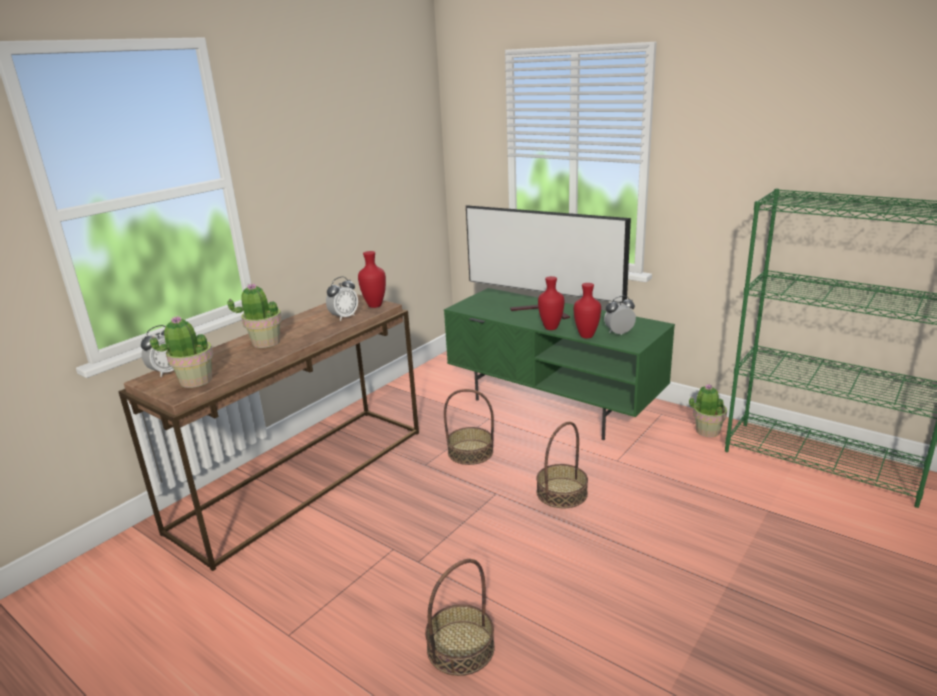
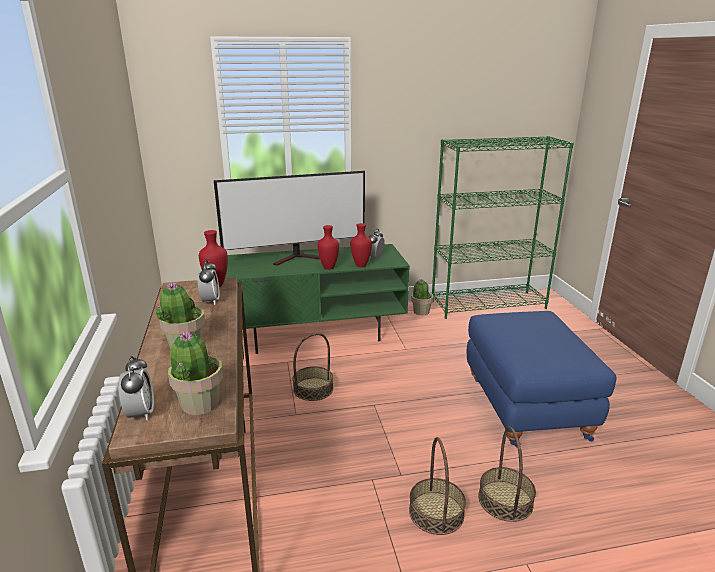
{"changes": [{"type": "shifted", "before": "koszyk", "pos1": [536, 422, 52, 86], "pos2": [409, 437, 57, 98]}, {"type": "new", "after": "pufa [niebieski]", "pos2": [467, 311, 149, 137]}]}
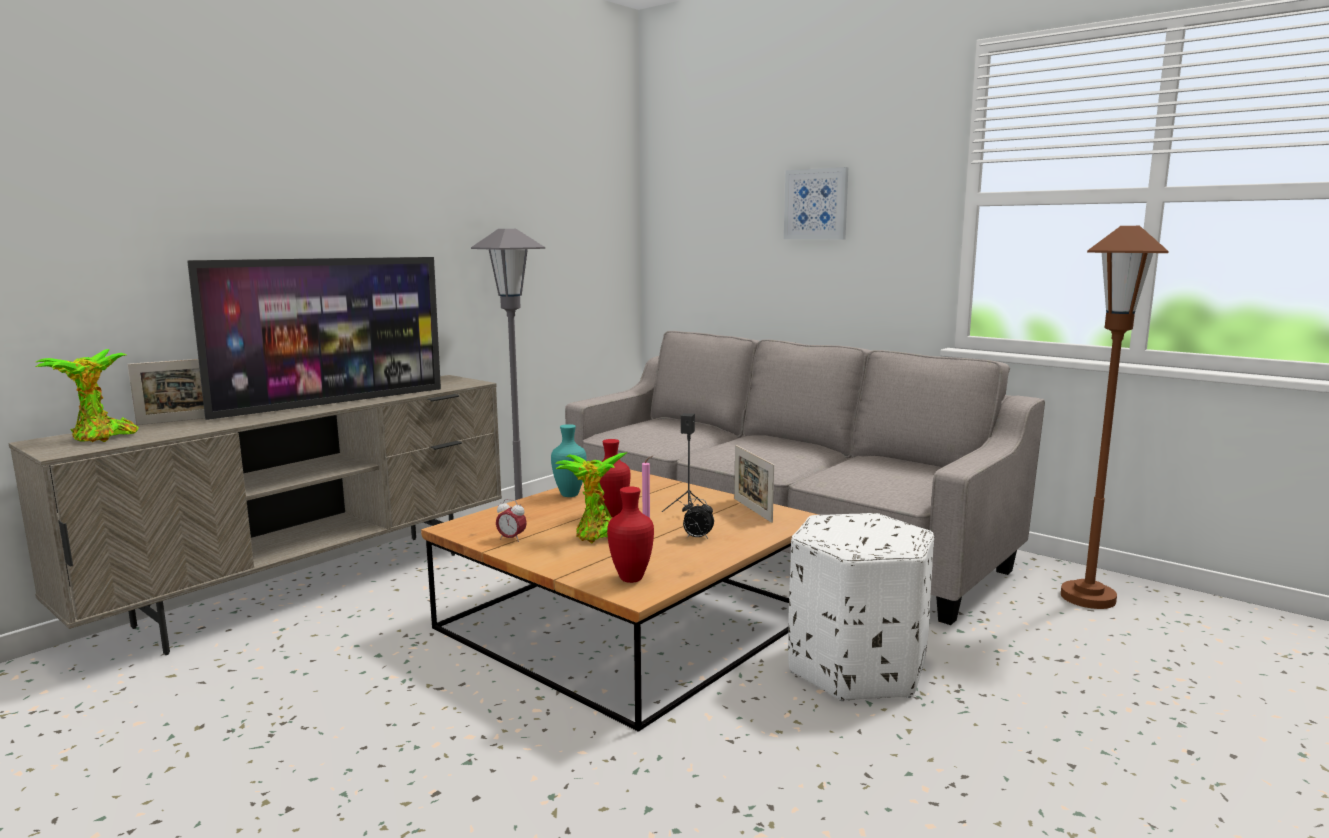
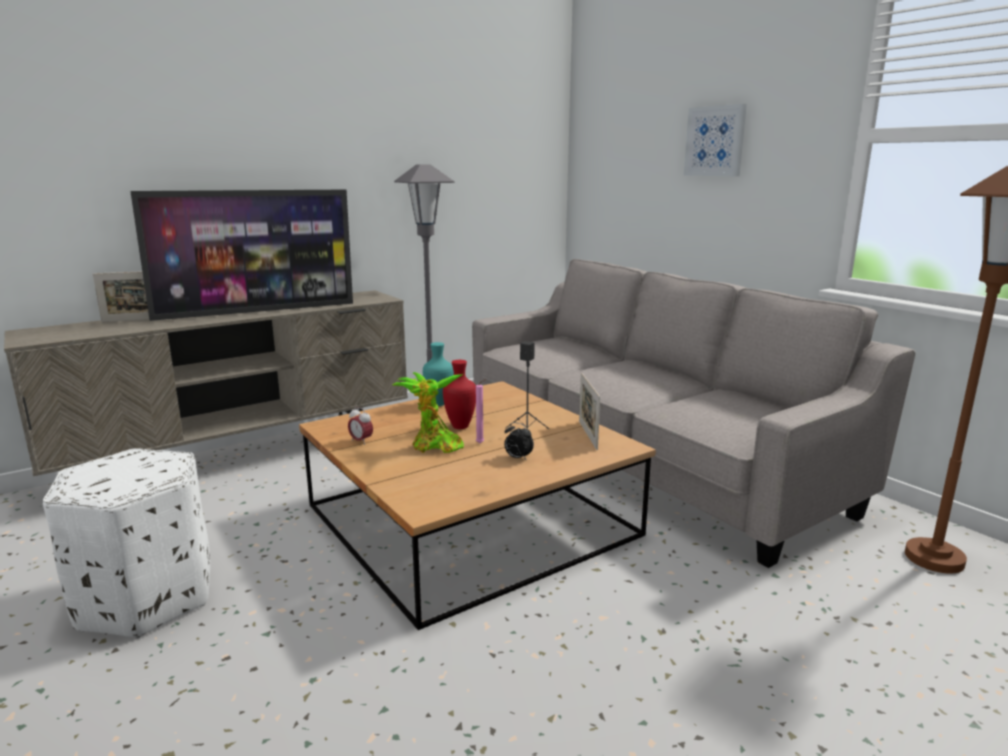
{"changes": [{"type": "shifted", "before": "pufa [biały]", "pos1": [788, 513, 146, 188], "pos2": [43, 448, 167, 190]}, {"type": "gone", "before": "roślina doniczkowa", "pos1": [36, 349, 103, 93]}, {"type": "gone", "before": "wazon [czerwony]", "pos1": [607, 487, 47, 96]}]}
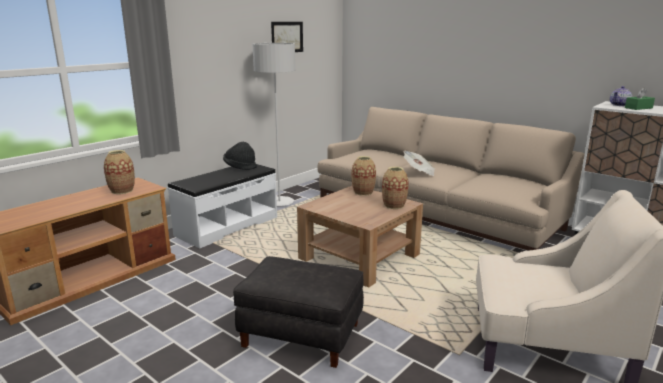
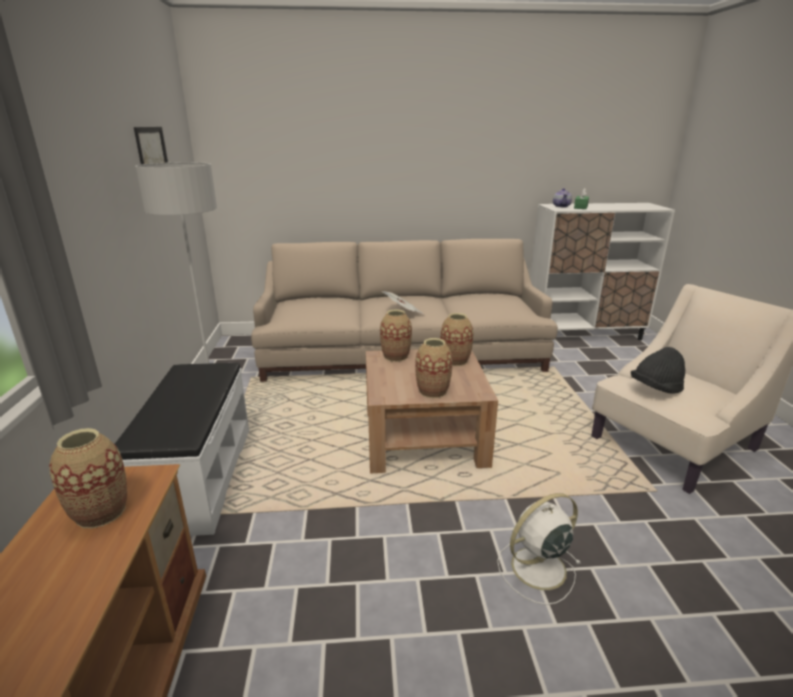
{"changes": [{"type": "new", "after": "wazon", "pos2": [415, 338, 38, 60]}, {"type": "swapped", "before": "pufa [czarny]", "after": "wentylator [biały]", "pos1": [233, 256, 131, 112], "pos2": [497, 493, 84, 112]}, {"type": "shifted", "before": "kapelusz [czarny]", "pos1": [223, 142, 34, 28], "pos2": [631, 347, 54, 47]}]}
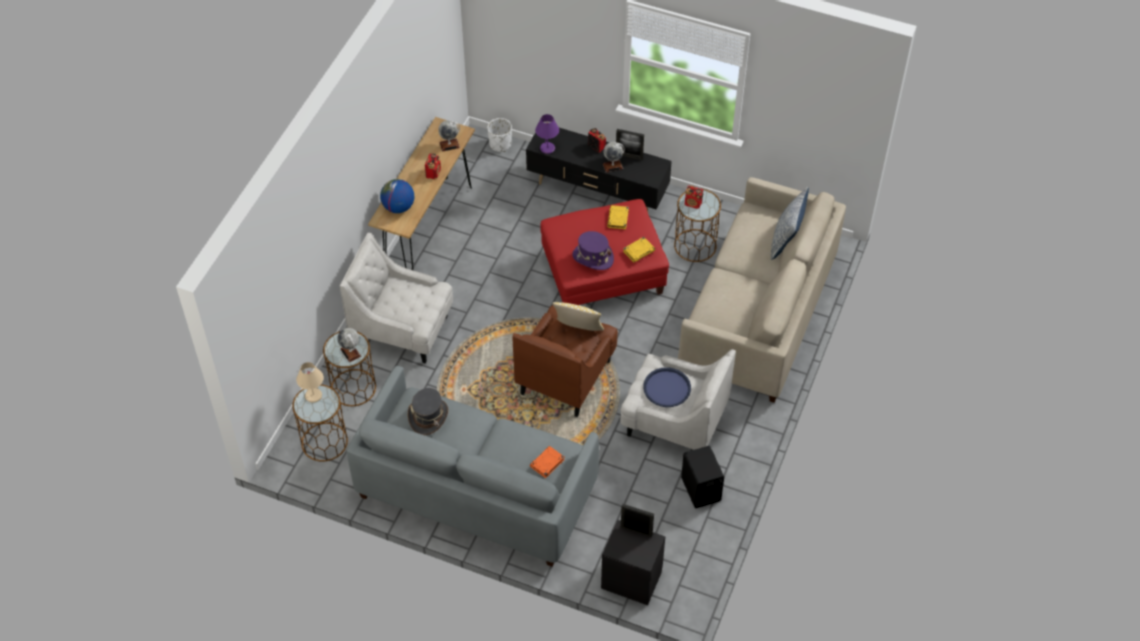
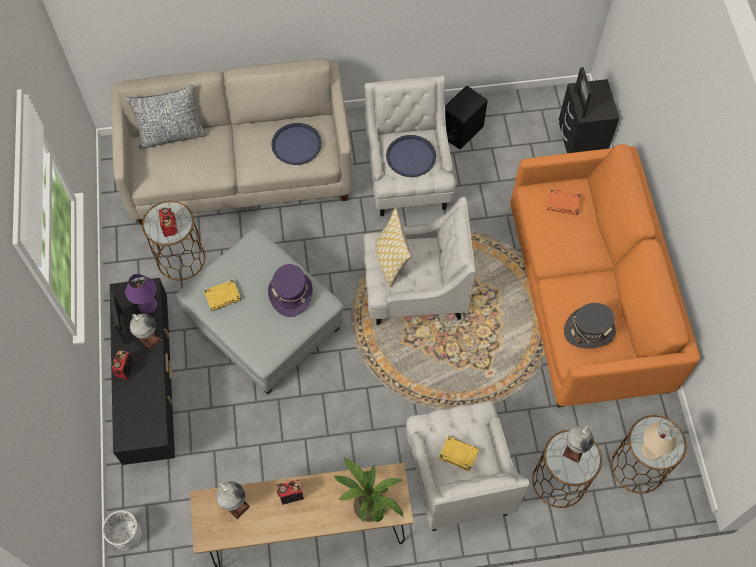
{"changes": [{"type": "shifted", "before": "lampa stołowa [fioletowy]", "pos1": [535, 114, 24, 40], "pos2": [126, 274, 32, 40]}, {"type": "repainted", "before": "pufa [czerwony]", "after": "pufa [szary]", "pos1": [540, 199, 129, 106], "pos2": [176, 228, 168, 167]}, {"type": "new", "after": "taca [niebieski]", "pos2": [271, 123, 51, 42]}, {"type": "swapped", "before": "globus", "after": "roślina doniczkowa", "pos1": [380, 179, 34, 34], "pos2": [334, 458, 70, 65]}, {"type": "repainted", "before": "fotel [brązowy]", "after": "fotel [biały]", "pos1": [512, 305, 106, 112], "pos2": [364, 197, 112, 128]}, {"type": "shifted", "before": "książka [żółty]", "pos1": [623, 237, 32, 25], "pos2": [439, 436, 40, 36]}, {"type": "repainted", "before": "kanapa [szary]", "after": "kanapa [pomarańczowy]", "pos1": [347, 366, 252, 201], "pos2": [511, 144, 189, 263]}]}
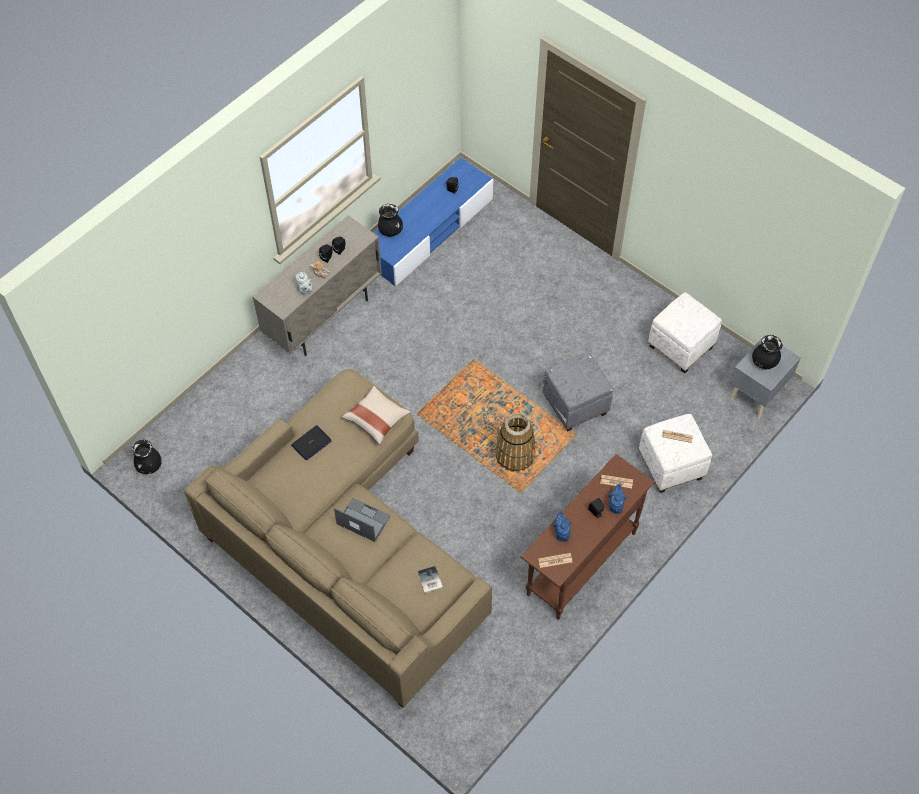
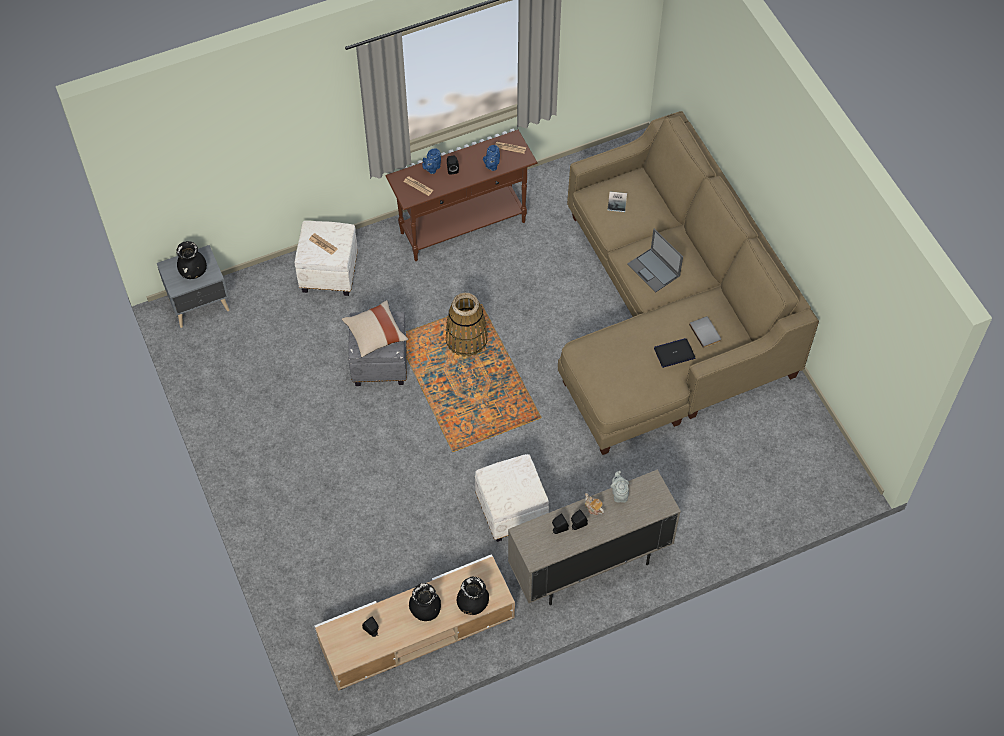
{"changes": [{"type": "repainted", "before": "szafka pod telewizor [niebieski]", "after": "szafka pod telewizor [beżowy]", "pos1": [374, 158, 120, 128], "pos2": [315, 554, 200, 137]}, {"type": "shifted", "before": "poduszka [beżowy]", "pos1": [342, 386, 69, 59], "pos2": [342, 300, 66, 57]}, {"type": "shifted", "before": "wazon [czarny]", "pos1": [132, 440, 30, 34], "pos2": [409, 583, 32, 38]}, {"type": "shifted", "before": "pufa [biały]", "pos1": [648, 292, 74, 81], "pos2": [475, 454, 74, 88]}, {"type": "new", "after": "książka [szary]", "pos2": [689, 316, 32, 32]}]}
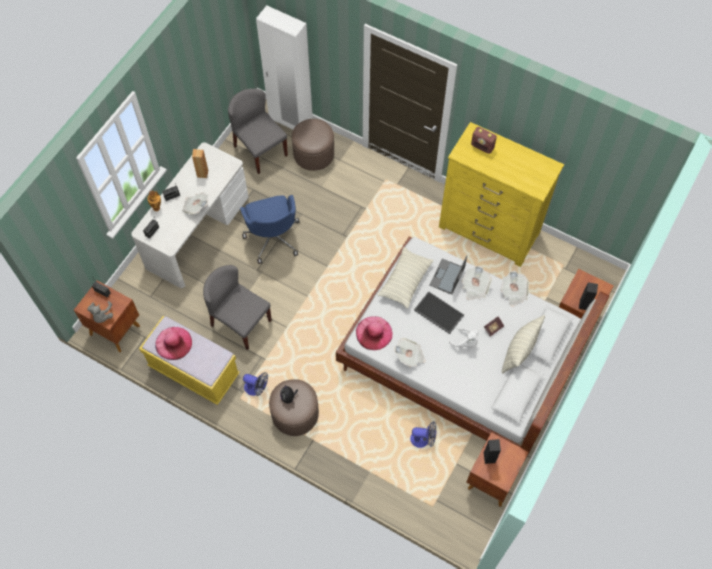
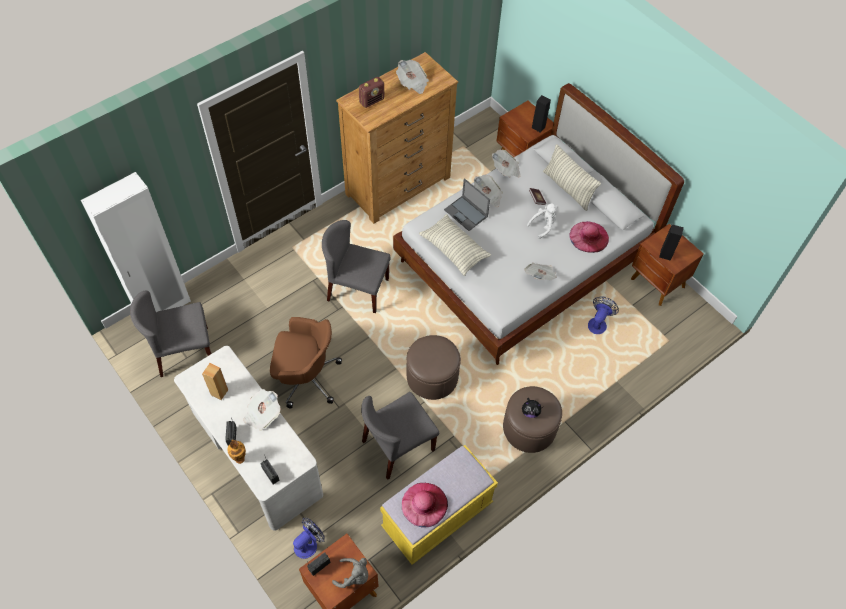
{"changes": [{"type": "repainted", "before": "krzesło biurowe [niebieski]", "after": "krzesło biurowe [brązowy]", "pos1": [240, 195, 60, 69], "pos2": [270, 317, 72, 91]}, {"type": "shifted", "before": "wentylator", "pos1": [243, 372, 25, 24], "pos2": [293, 518, 32, 41]}, {"type": "new", "after": "krzesło [szary]", "pos2": [322, 220, 69, 93]}, {"type": "repainted", "before": "komoda [żółty]", "after": "komoda [brązowy]", "pos1": [439, 122, 125, 145], "pos2": [336, 52, 122, 172]}, {"type": "new", "after": "gazeta", "pos2": [396, 60, 33, 34]}, {"type": "shifted", "before": "pufa [brązowy]", "pos1": [292, 119, 42, 52], "pos2": [406, 335, 55, 65]}, {"type": "shifted", "before": "kapelusz [różowy]", "pos1": [356, 317, 37, 33], "pos2": [570, 221, 39, 32]}, {"type": "gone", "before": "taca", "pos1": [414, 291, 50, 43]}]}
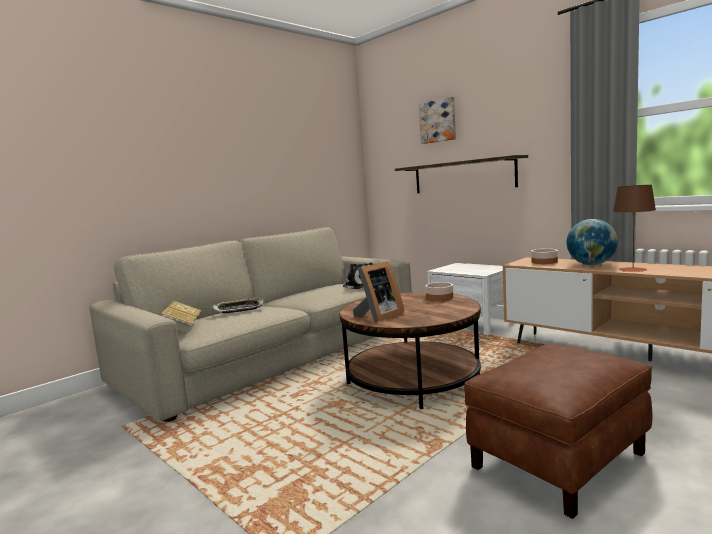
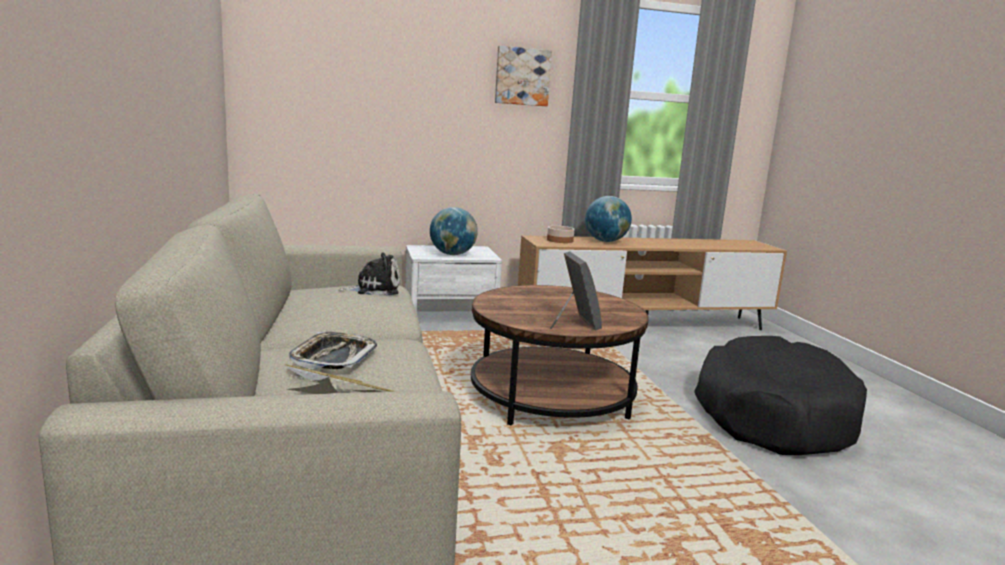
{"changes": [{"type": "new", "after": "globus", "pos2": [430, 207, 48, 48]}, {"type": "shifted", "before": "obraz", "pos1": [419, 96, 37, 48], "pos2": [495, 46, 57, 60]}, {"type": "swapped", "before": "pufa [brązowy]", "after": "legowisko [czarny]", "pos1": [464, 343, 188, 176], "pos2": [694, 336, 173, 119]}, {"type": "gone", "before": "półka", "pos1": [395, 155, 133, 38]}, {"type": "gone", "before": "miska", "pos1": [426, 282, 27, 19]}, {"type": "gone", "before": "lampa stołowa [brązowy]", "pos1": [613, 185, 43, 87]}]}
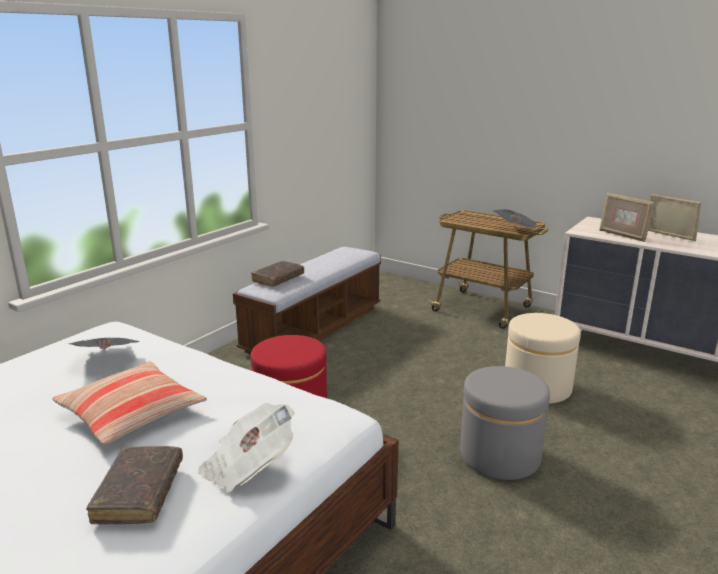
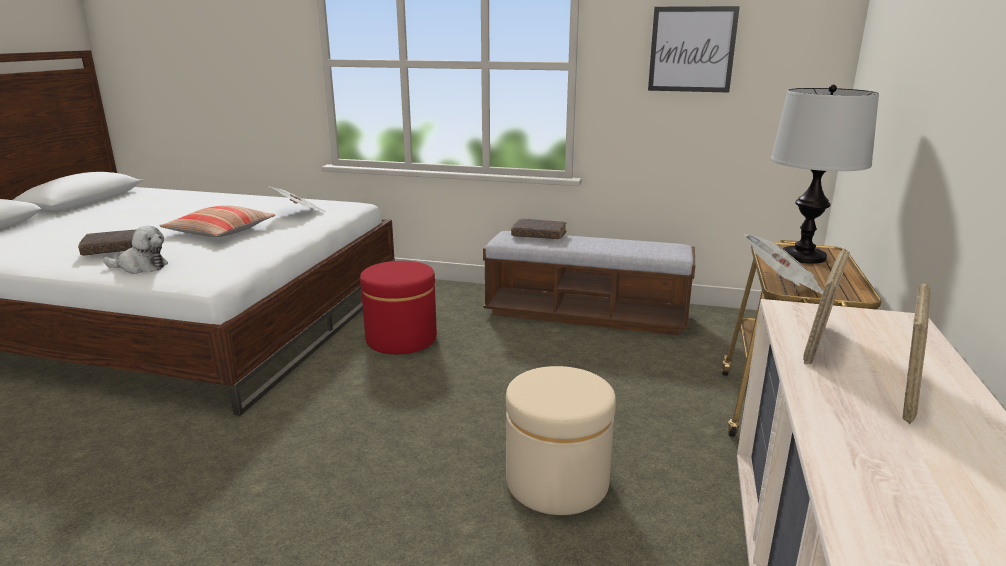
{"changes": [{"type": "swapped", "before": "gazeta", "after": "pluszak", "pos1": [198, 403, 97, 89], "pos2": [103, 226, 65, 48]}, {"type": "new", "after": "obraz", "pos2": [648, 6, 92, 87]}, {"type": "new", "after": "lampa stołowa", "pos2": [771, 85, 108, 179]}, {"type": "gone", "before": "pufa [szary]", "pos1": [460, 366, 90, 114]}]}
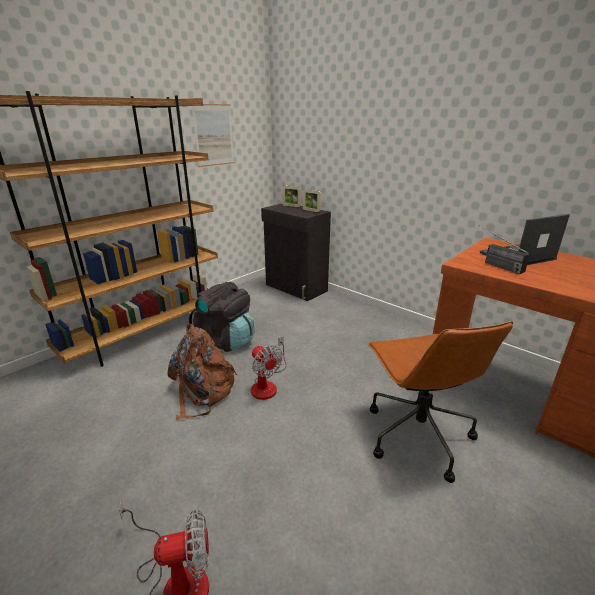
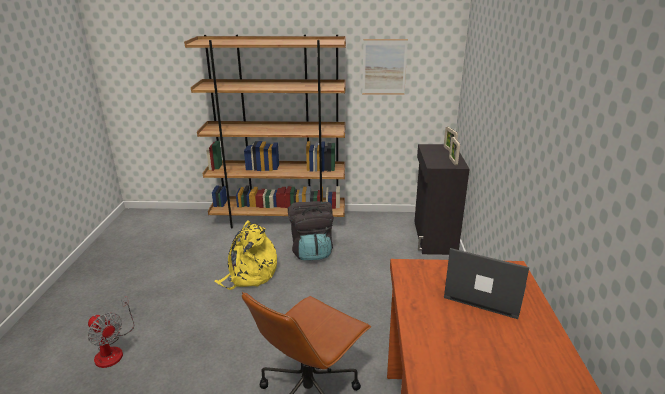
{"changes": [{"type": "repainted", "before": "plecak [brązowy]", "after": "plecak [żółty]", "pos1": [168, 324, 71, 95], "pos2": [214, 220, 63, 70]}, {"type": "gone", "before": "wentylator", "pos1": [251, 337, 36, 63]}, {"type": "gone", "before": "radio", "pos1": [479, 225, 51, 49]}]}
